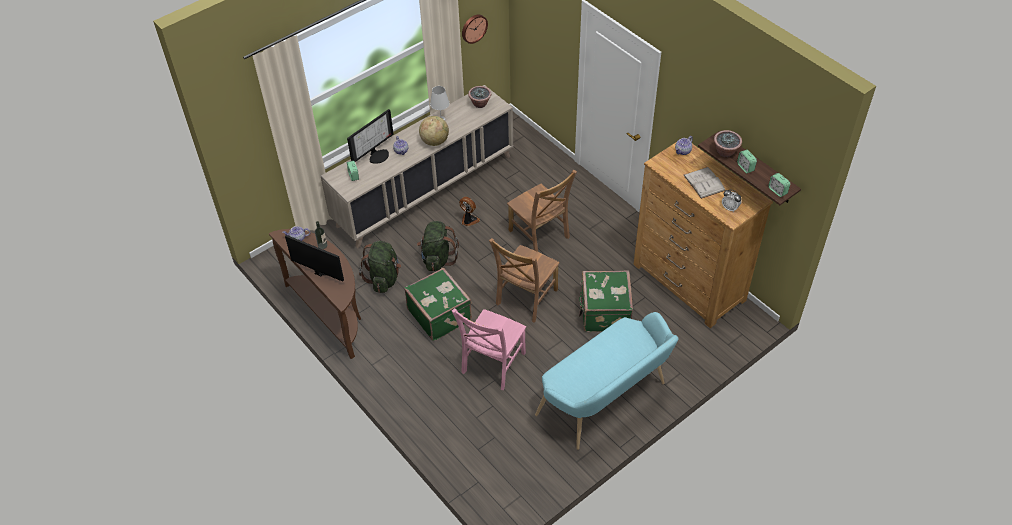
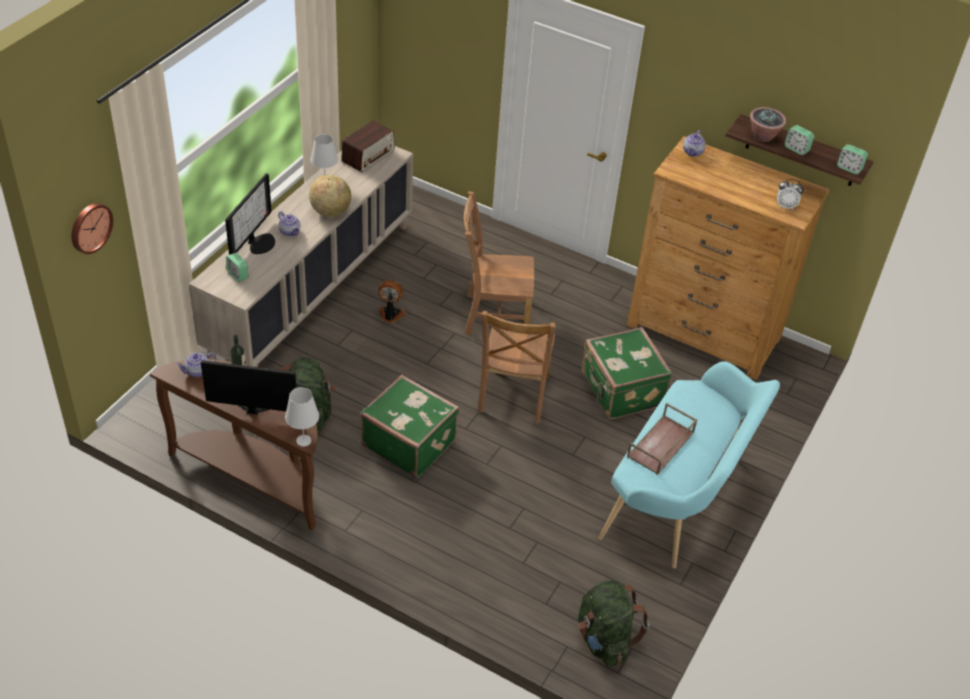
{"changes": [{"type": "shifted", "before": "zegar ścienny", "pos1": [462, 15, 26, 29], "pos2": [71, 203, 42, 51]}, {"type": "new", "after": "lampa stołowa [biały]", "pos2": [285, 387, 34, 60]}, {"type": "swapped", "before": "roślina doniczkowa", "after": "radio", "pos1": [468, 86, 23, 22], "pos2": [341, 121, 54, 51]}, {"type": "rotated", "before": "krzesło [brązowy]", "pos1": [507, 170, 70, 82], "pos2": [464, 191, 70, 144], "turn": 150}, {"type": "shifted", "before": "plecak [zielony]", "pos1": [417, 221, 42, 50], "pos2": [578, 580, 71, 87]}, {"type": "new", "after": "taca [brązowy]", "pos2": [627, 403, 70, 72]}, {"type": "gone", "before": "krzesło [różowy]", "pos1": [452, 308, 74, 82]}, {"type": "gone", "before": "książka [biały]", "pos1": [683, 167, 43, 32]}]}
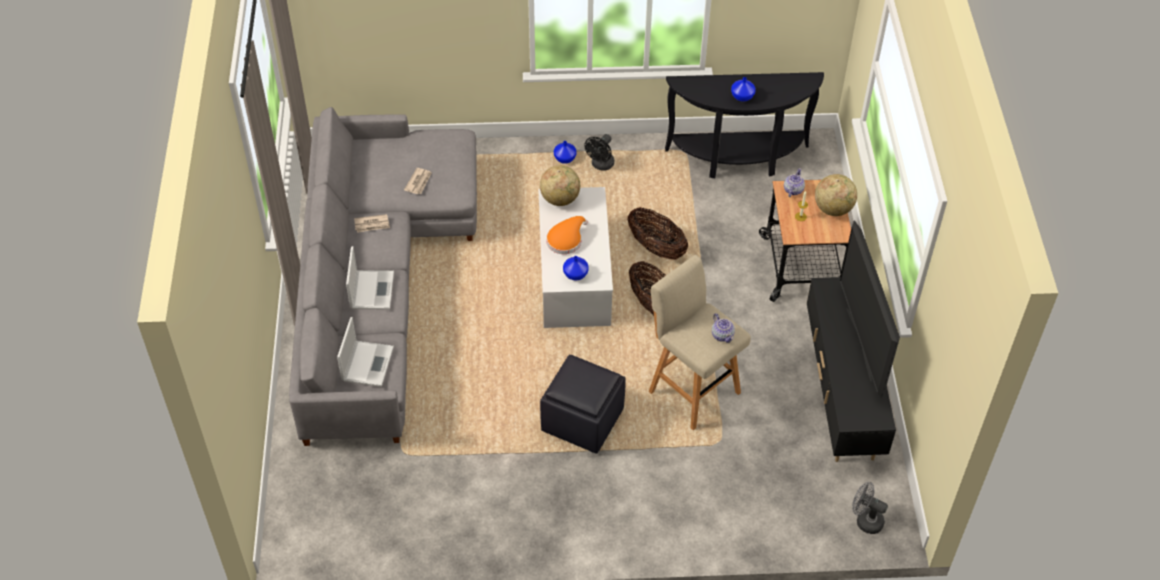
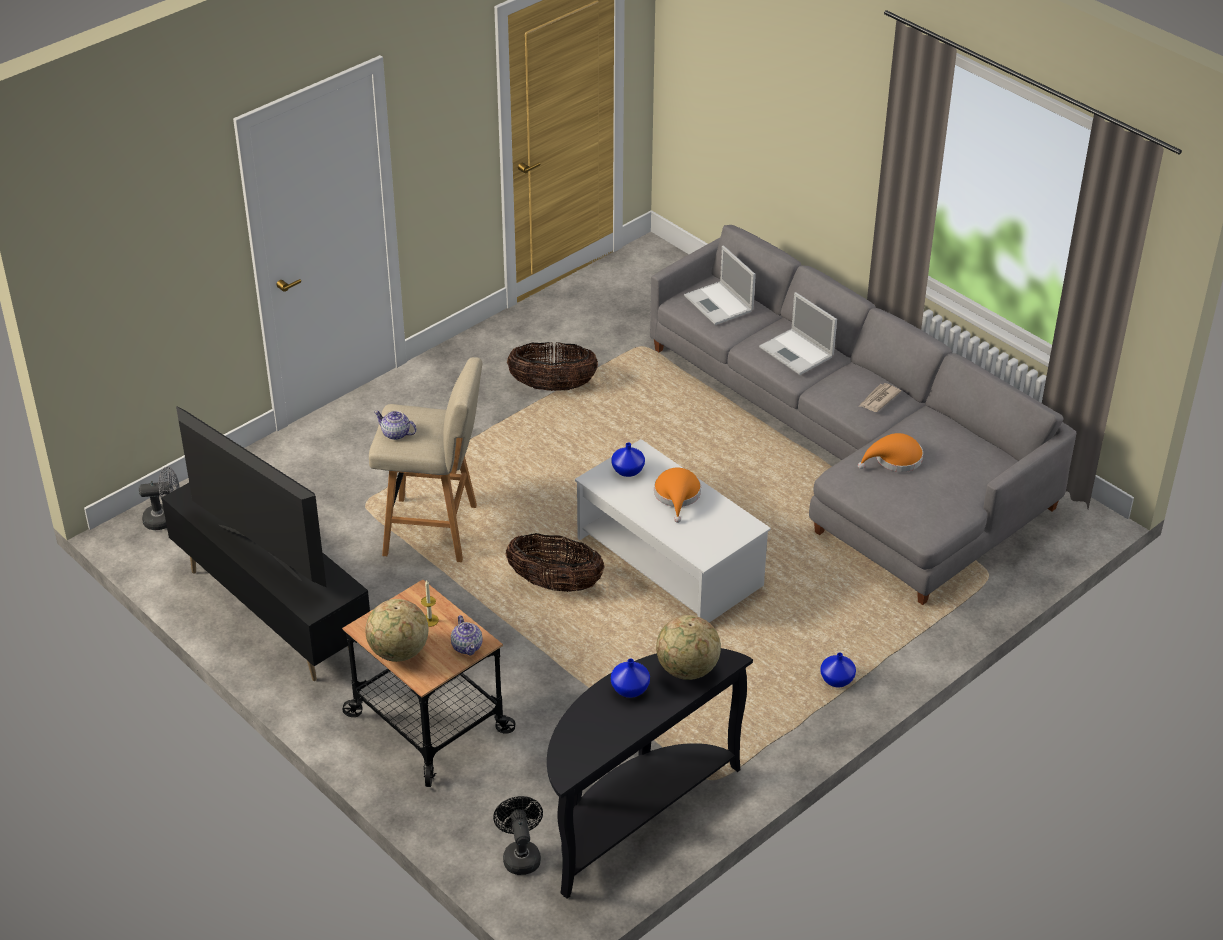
{"changes": [{"type": "shifted", "before": "wentylator [czarny]", "pos1": [584, 134, 30, 37], "pos2": [493, 796, 50, 79]}, {"type": "shifted", "before": "koszyk", "pos1": [627, 207, 61, 53], "pos2": [507, 342, 91, 49]}, {"type": "shifted", "before": "globus", "pos1": [540, 165, 40, 41], "pos2": [656, 615, 65, 65]}, {"type": "swapped", "before": "gazeta", "after": "kapelusz [pomarańczowy]", "pos1": [404, 168, 28, 26], "pos2": [858, 433, 65, 39]}, {"type": "gone", "before": "pufa [czarny]", "pos1": [540, 355, 86, 99]}]}
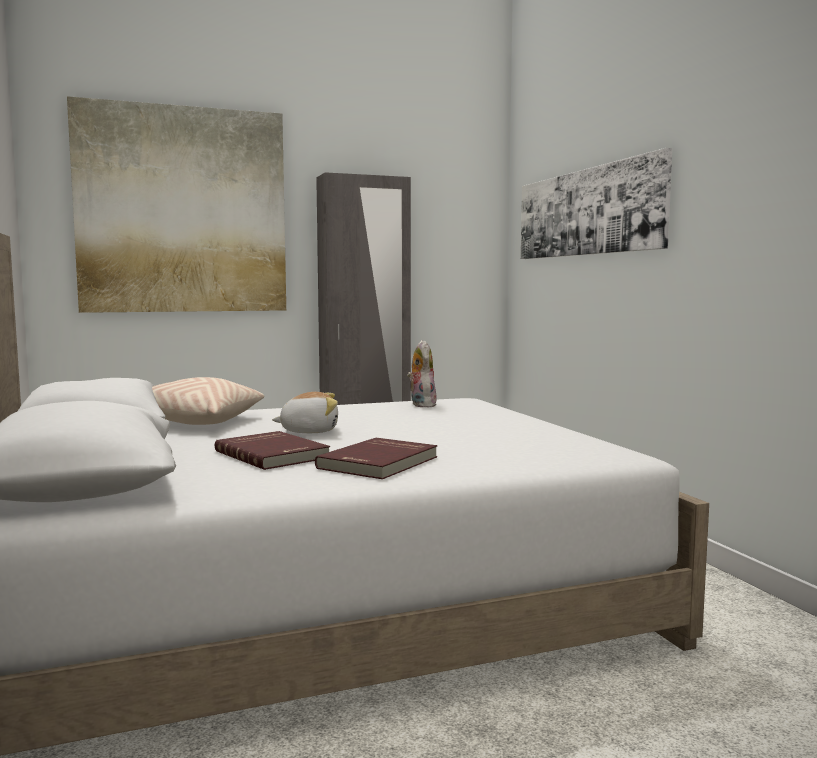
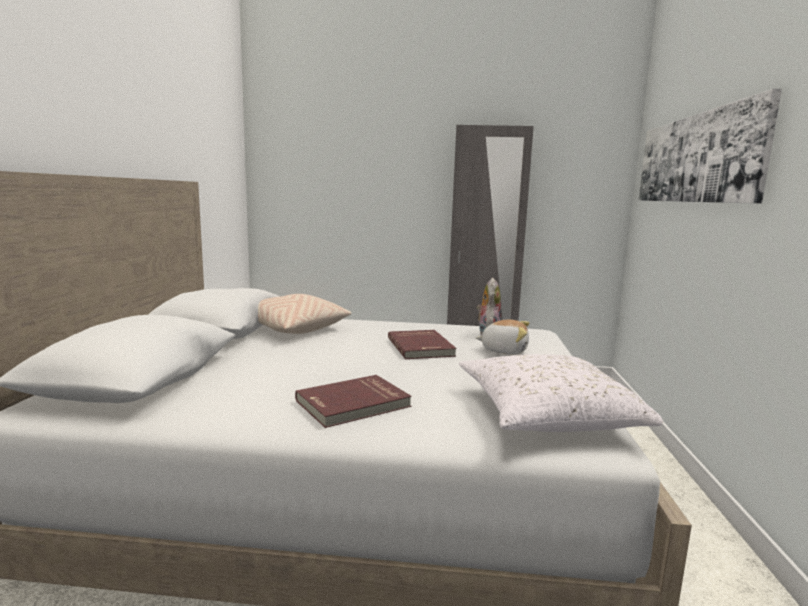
{"changes": [{"type": "shifted", "before": "książka [czerwony]", "pos1": [215, 431, 115, 39], "pos2": [388, 330, 69, 29]}, {"type": "new", "after": "poduszka [biały]", "pos2": [459, 354, 204, 78]}, {"type": "shifted", "before": "pluszak", "pos1": [272, 392, 66, 41], "pos2": [476, 320, 54, 35]}, {"type": "gone", "before": "obraz", "pos1": [67, 96, 219, 217]}]}
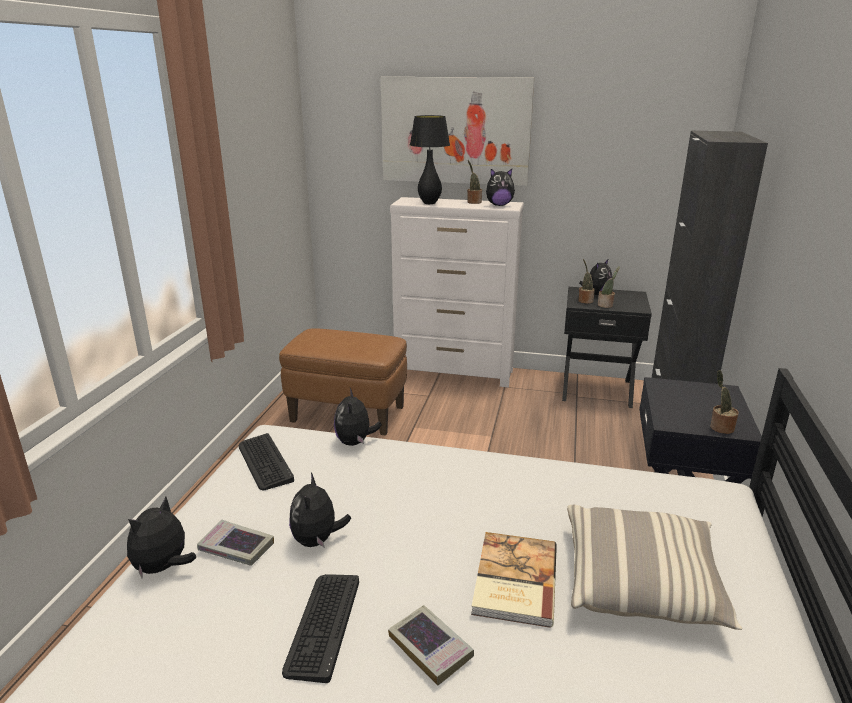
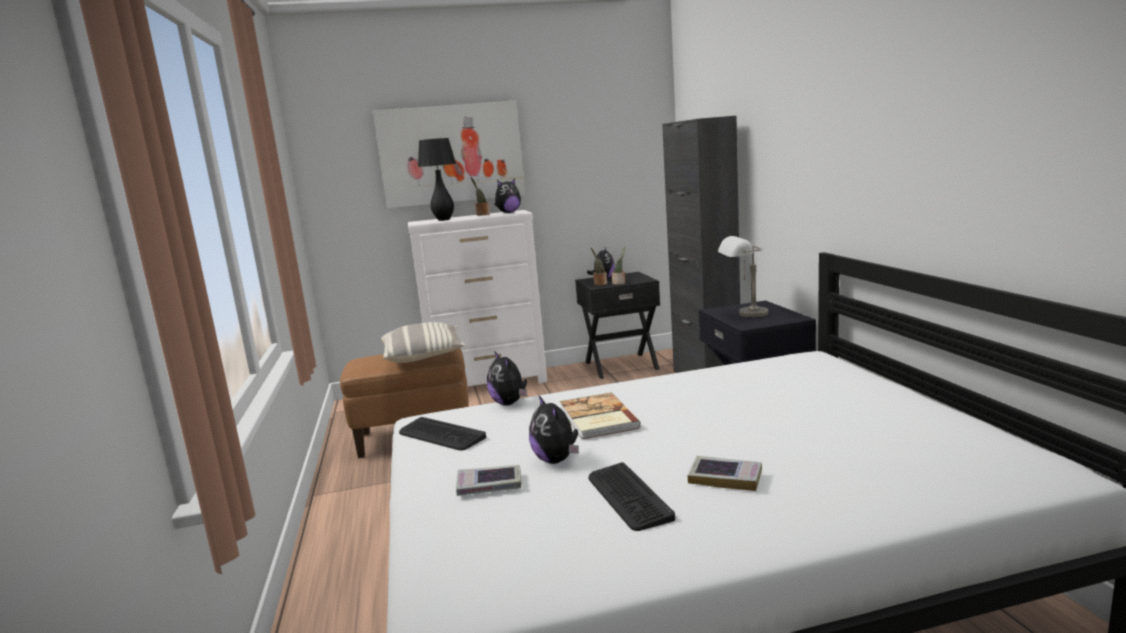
{"changes": [{"type": "shifted", "before": "poduszka", "pos1": [567, 505, 175, 125], "pos2": [381, 322, 84, 41]}, {"type": "shifted", "before": "książka", "pos1": [471, 532, 86, 96], "pos2": [560, 392, 81, 47]}, {"type": "new", "after": "lampa stołowa [szary]", "pos2": [718, 236, 50, 82]}, {"type": "gone", "before": "pluszak", "pos1": [127, 497, 69, 81]}, {"type": "gone", "before": "roślina doniczkowa", "pos1": [710, 370, 28, 64]}]}
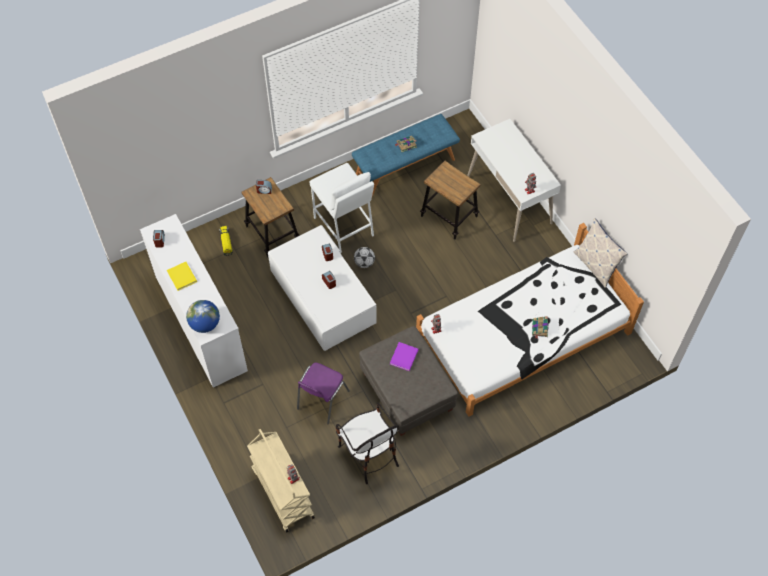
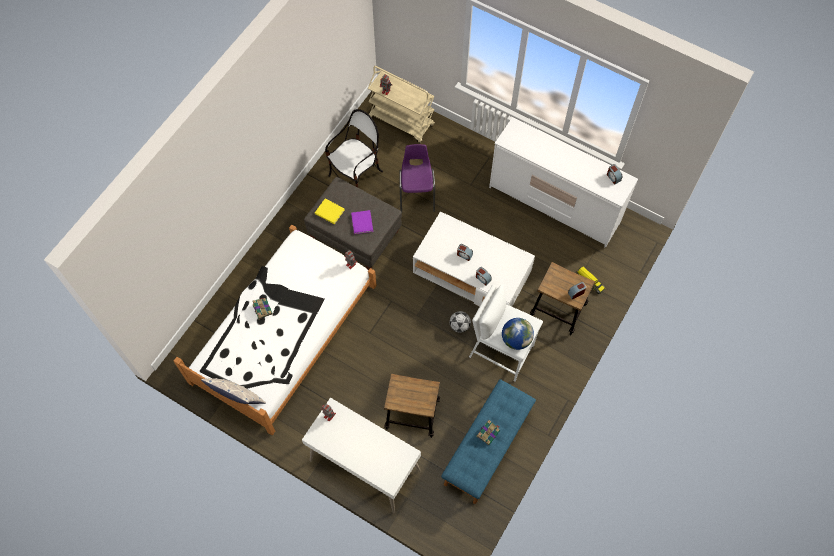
{"changes": [{"type": "shifted", "before": "książka [żółty]", "pos1": [167, 262, 30, 29], "pos2": [315, 199, 30, 25]}, {"type": "rotated", "before": "krzesło", "pos1": [336, 402, 63, 82], "pos2": [325, 109, 58, 79], "turn": 105}, {"type": "shifted", "before": "globus", "pos1": [186, 300, 34, 33], "pos2": [502, 318, 32, 32]}]}
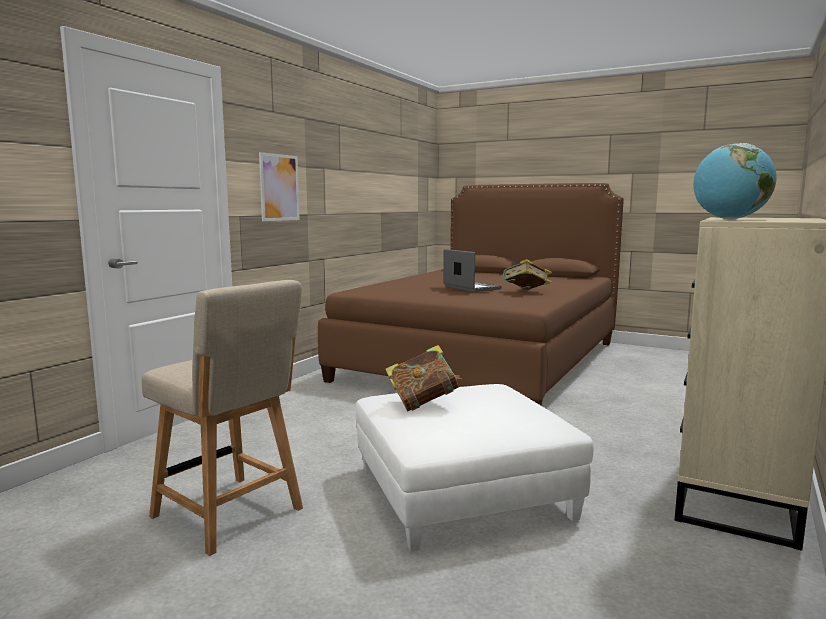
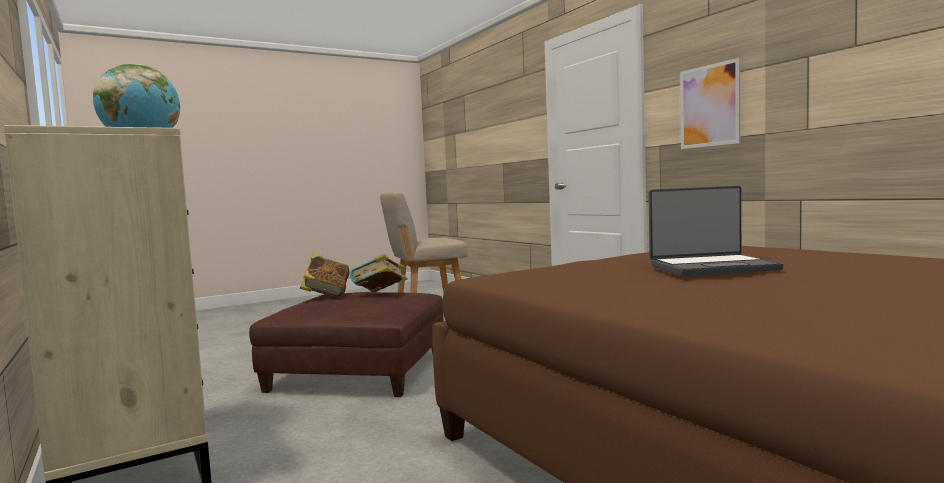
{"changes": [{"type": "repainted", "before": "pufa [biały]", "after": "pufa [brązowy]", "pos1": [356, 384, 238, 168], "pos2": [249, 292, 194, 105]}, {"type": "shifted", "before": "książka", "pos1": [503, 259, 49, 31], "pos2": [300, 253, 50, 45]}]}
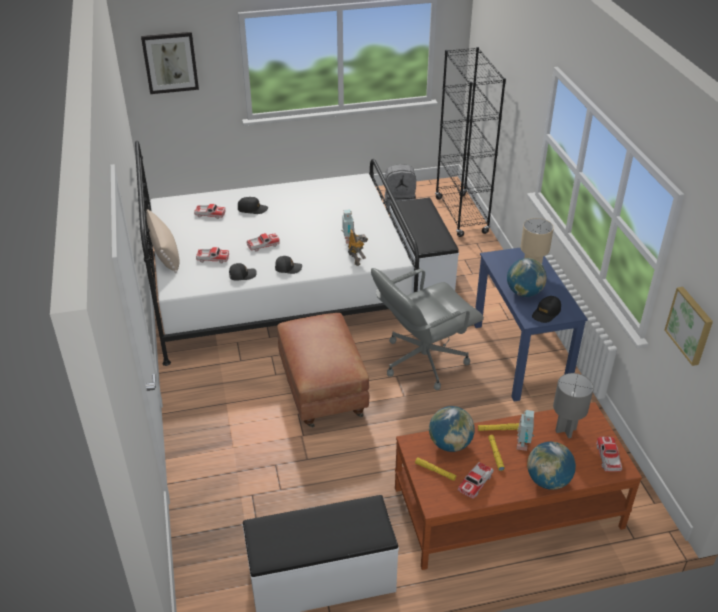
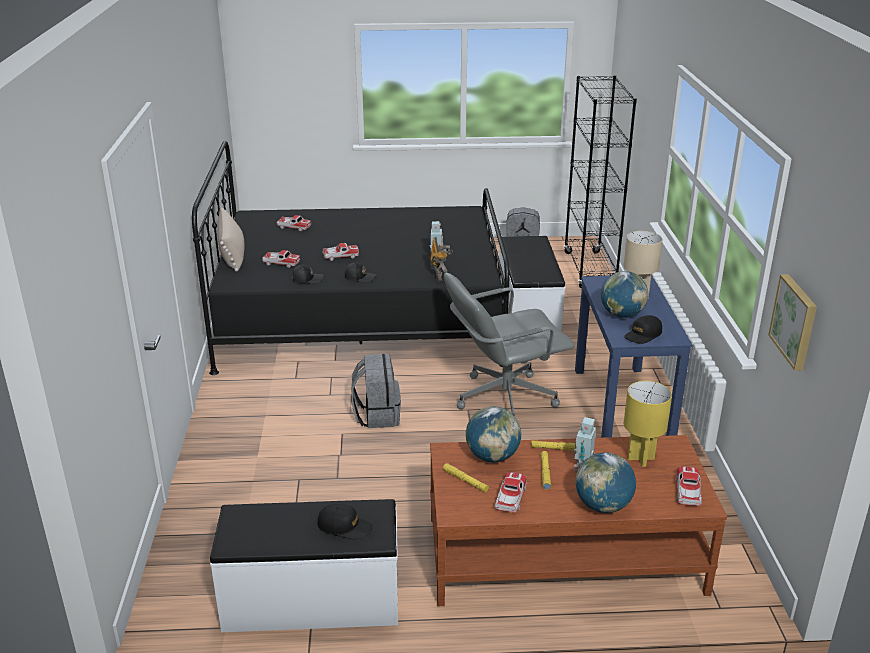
{"changes": [{"type": "repainted", "before": "łóżko [biały]", "after": "łóżko [czarny]", "pos1": [135, 141, 285, 225], "pos2": [192, 141, 318, 234]}, {"type": "shifted", "before": "czapka z daszkiem [czarny]", "pos1": [238, 197, 30, 17], "pos2": [318, 504, 55, 35]}, {"type": "swapped", "before": "pufa [brązowy]", "after": "plecak [szary]", "pos1": [277, 313, 92, 115], "pos2": [351, 354, 50, 74]}, {"type": "rotated", "before": "samochodzik", "pos1": [457, 462, 36, 37], "pos2": [494, 472, 33, 41], "turn": 150}, {"type": "repainted", "before": "lampa stołowa [szary]", "after": "lampa stołowa [żółty]", "pos1": [553, 373, 41, 65], "pos2": [624, 381, 48, 86]}, {"type": "gone", "before": "obraz", "pos1": [141, 32, 58, 62]}]}
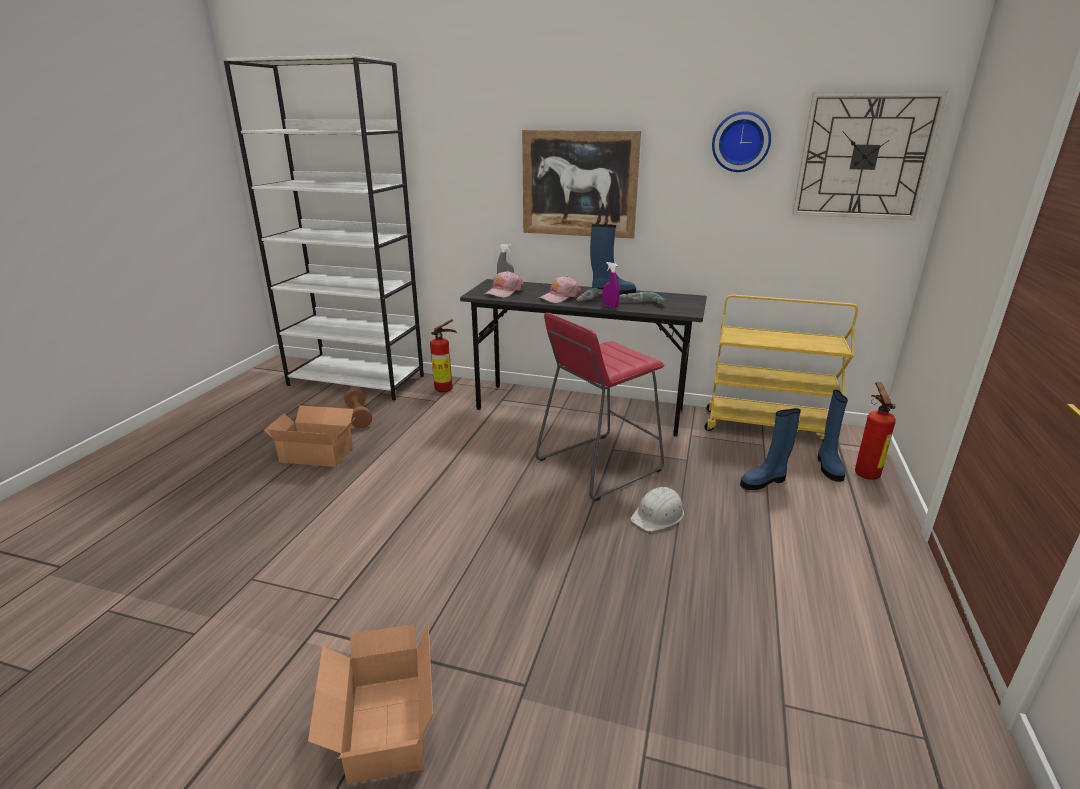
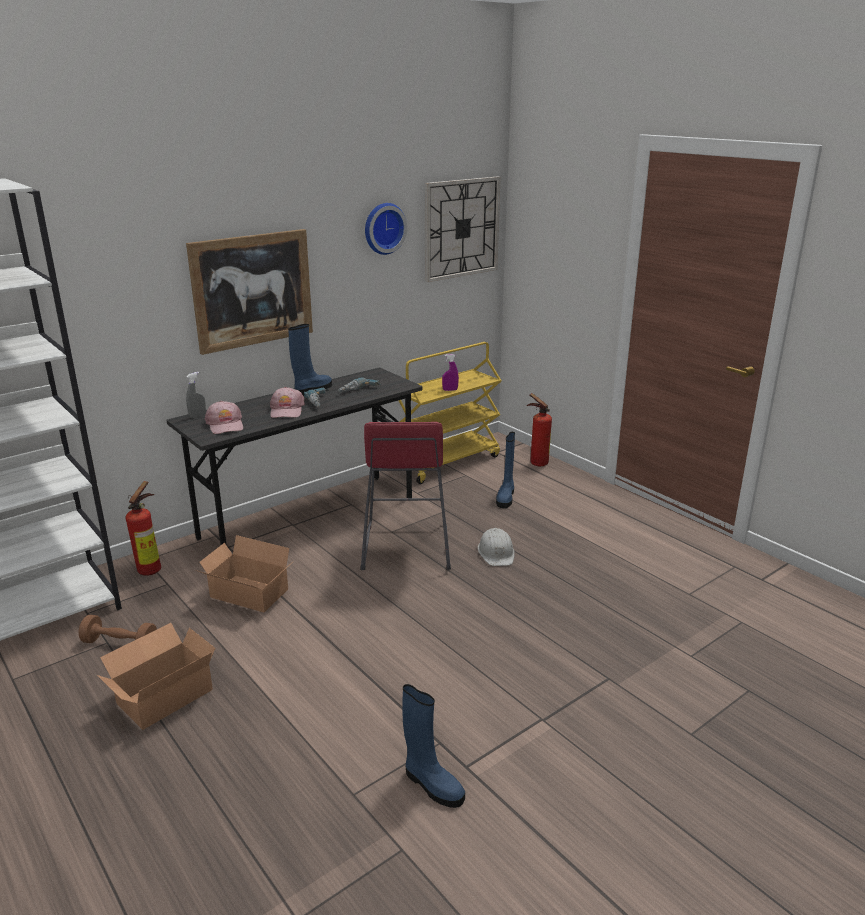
{"changes": [{"type": "shifted", "before": "karton", "pos1": [308, 624, 125, 160], "pos2": [196, 535, 98, 77]}, {"type": "shifted", "before": "but z cholewką [niebieski]", "pos1": [817, 390, 31, 92], "pos2": [402, 684, 63, 124]}, {"type": "shifted", "before": "spryskiwacz [fioletowy]", "pos1": [603, 262, 16, 46], "pos2": [442, 354, 17, 37]}]}
